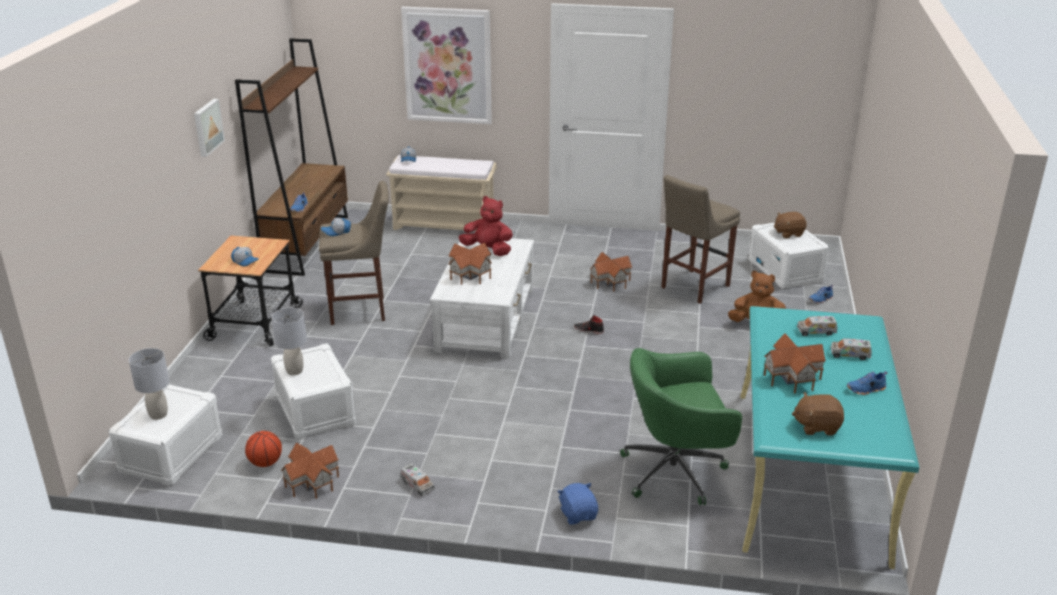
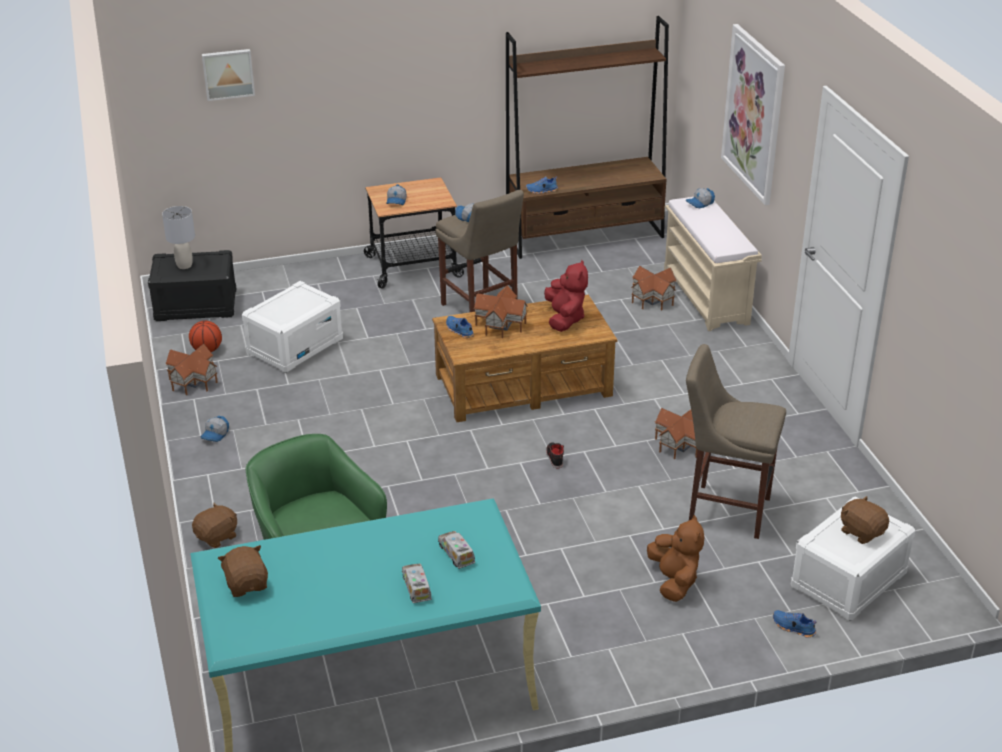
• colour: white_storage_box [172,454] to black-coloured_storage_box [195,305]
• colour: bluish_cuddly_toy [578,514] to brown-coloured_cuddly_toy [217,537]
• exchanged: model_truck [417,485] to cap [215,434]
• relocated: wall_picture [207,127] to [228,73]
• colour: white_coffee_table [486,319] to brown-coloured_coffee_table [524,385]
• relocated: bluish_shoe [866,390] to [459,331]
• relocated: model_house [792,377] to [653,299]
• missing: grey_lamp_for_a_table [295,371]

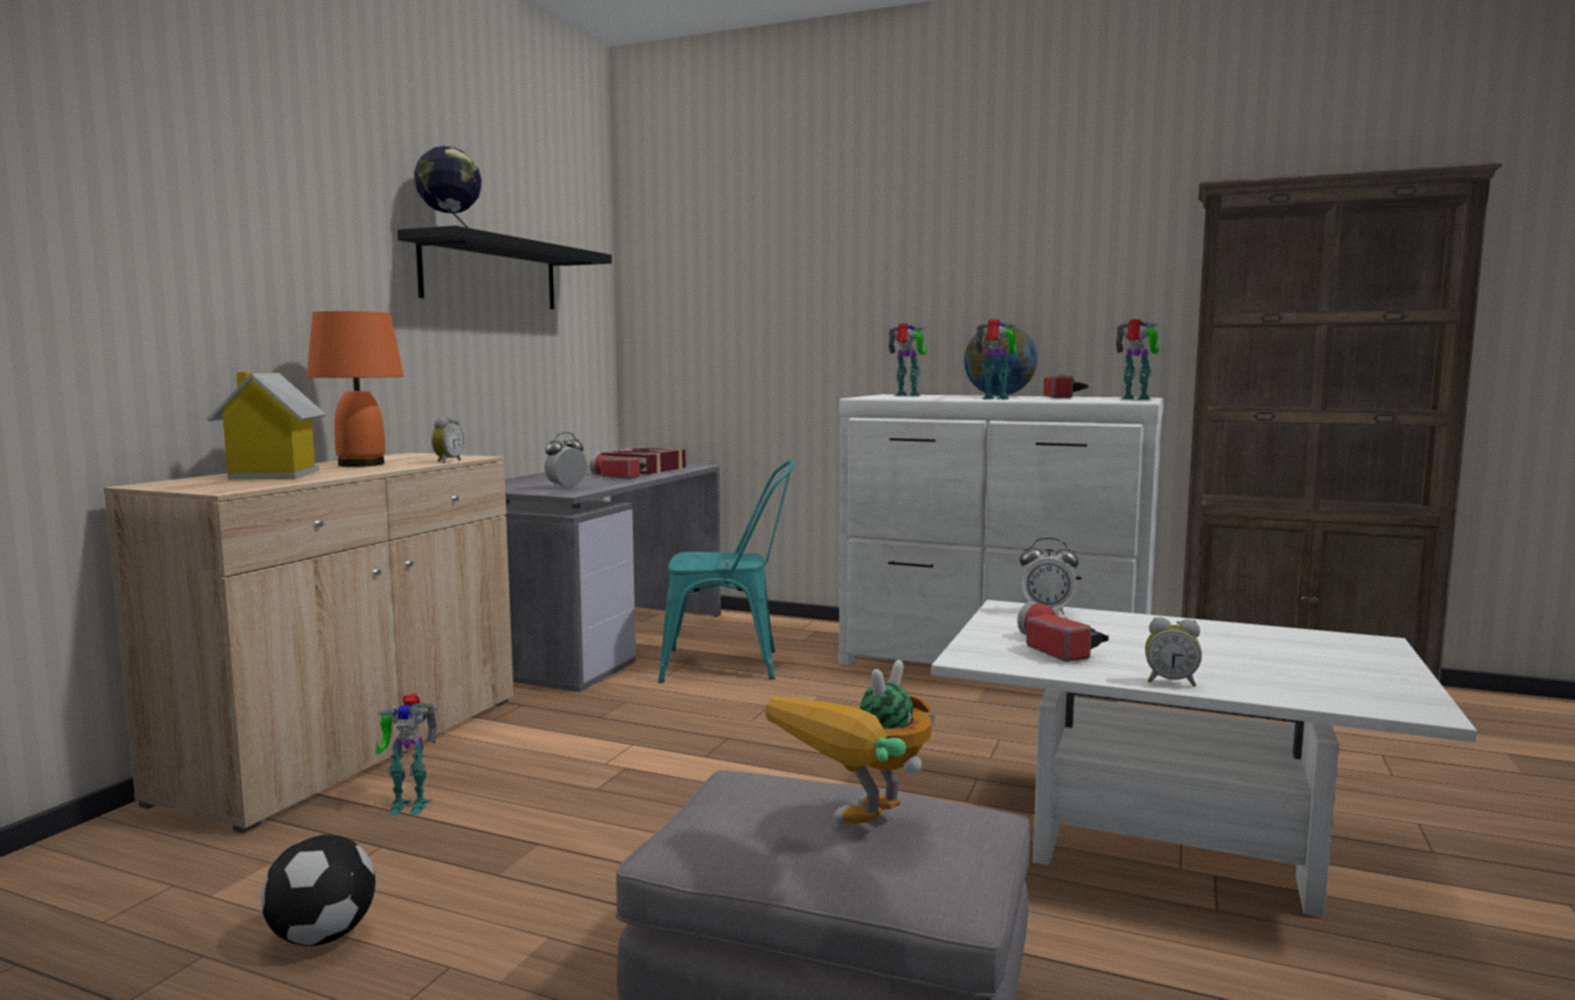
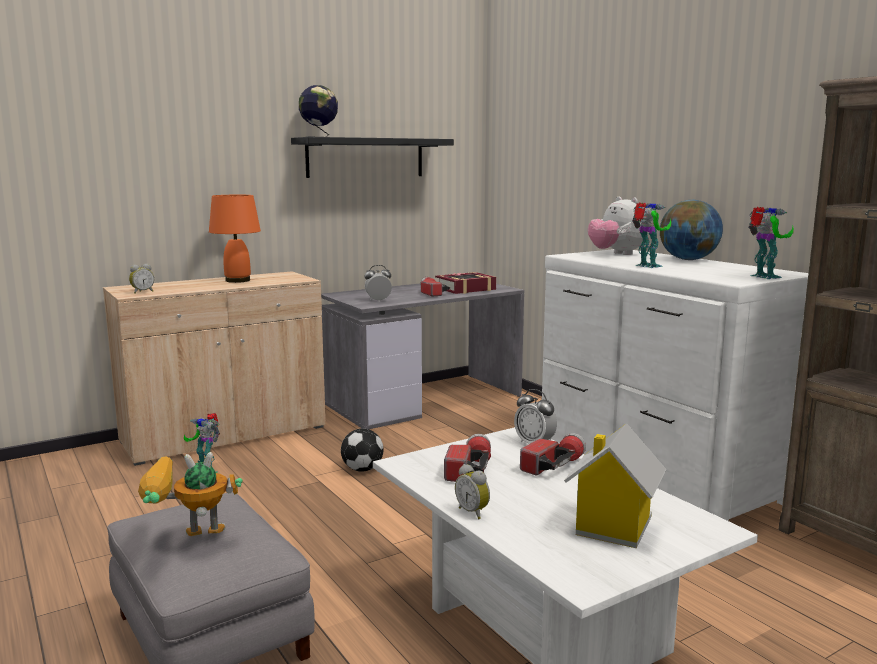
• relocated: alarm_clock [446,461] to [142,292]
• relocated: football_ball [323,935] to [363,469]
• relocated: hand_torch [1062,397] to [553,465]
• relocated: model_house [272,475] to [612,527]
• exchanged: model_robot [908,396] to cuddly_toy [617,254]
• missing: turquoise-coloured_plain_chair [731,664]

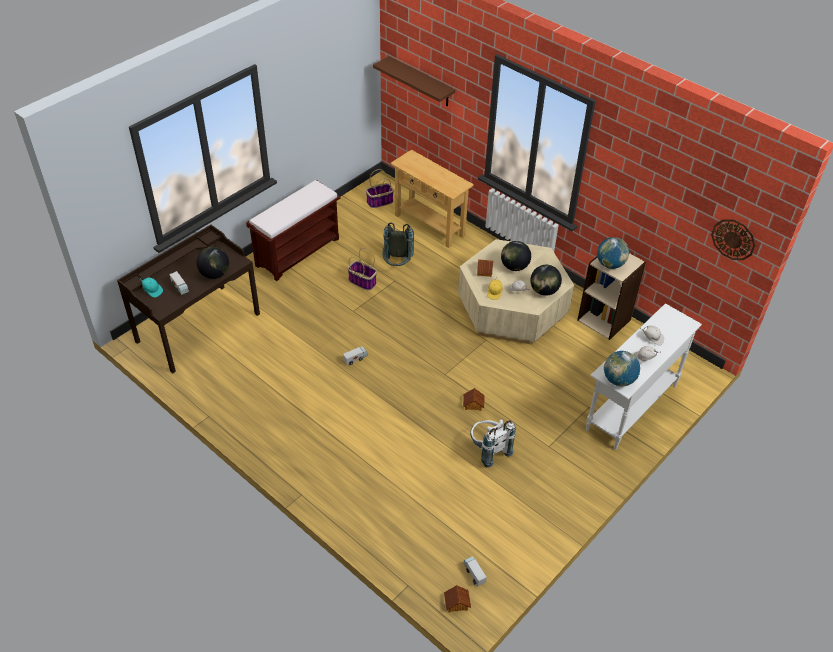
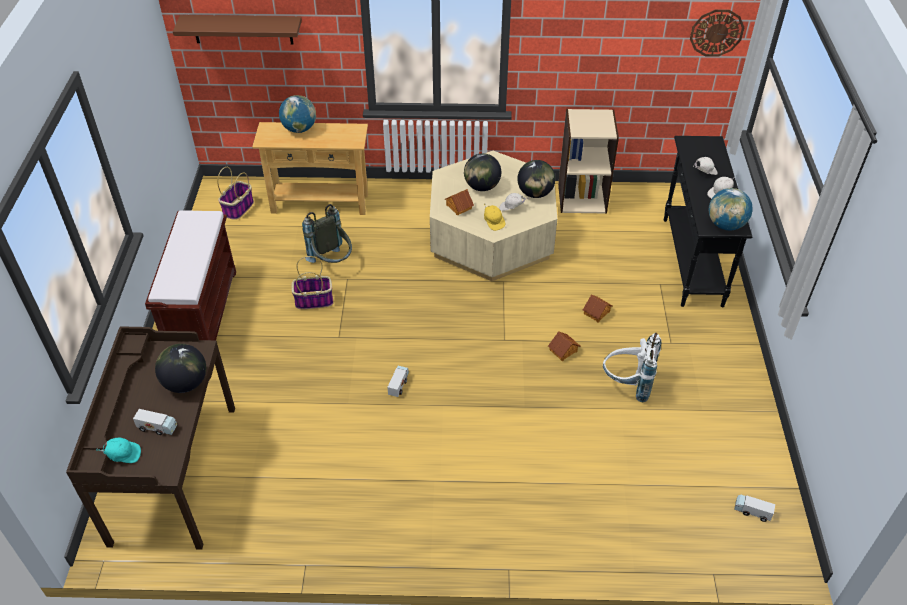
• relocated: world_globe [610,264] to [299,129]
• relocated: model_house [456,603] to [597,313]
• colour: white_narrow_table [630,407] to black-coloured_narrow_table [692,261]

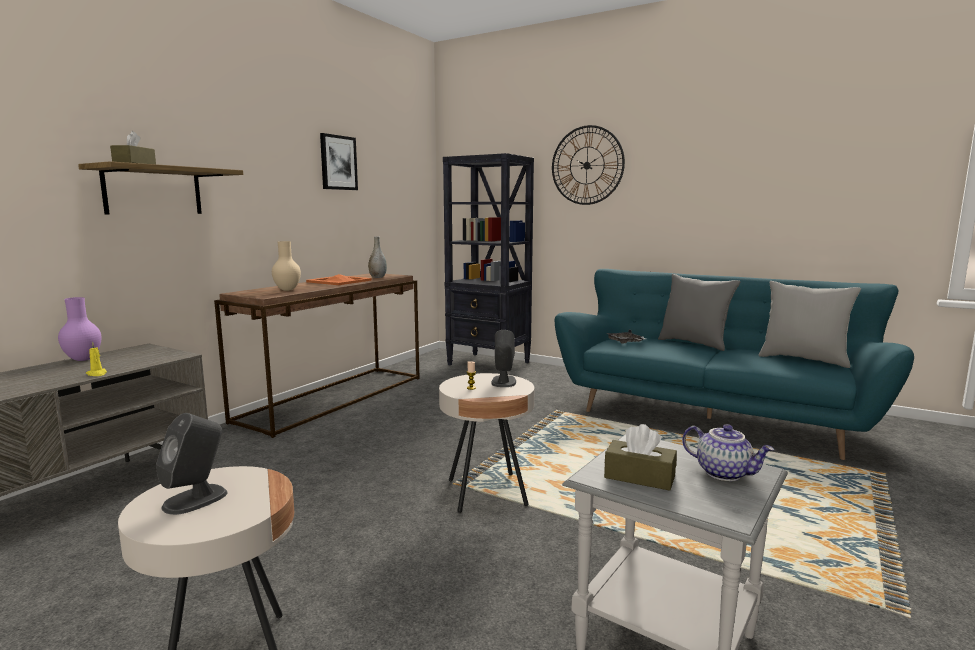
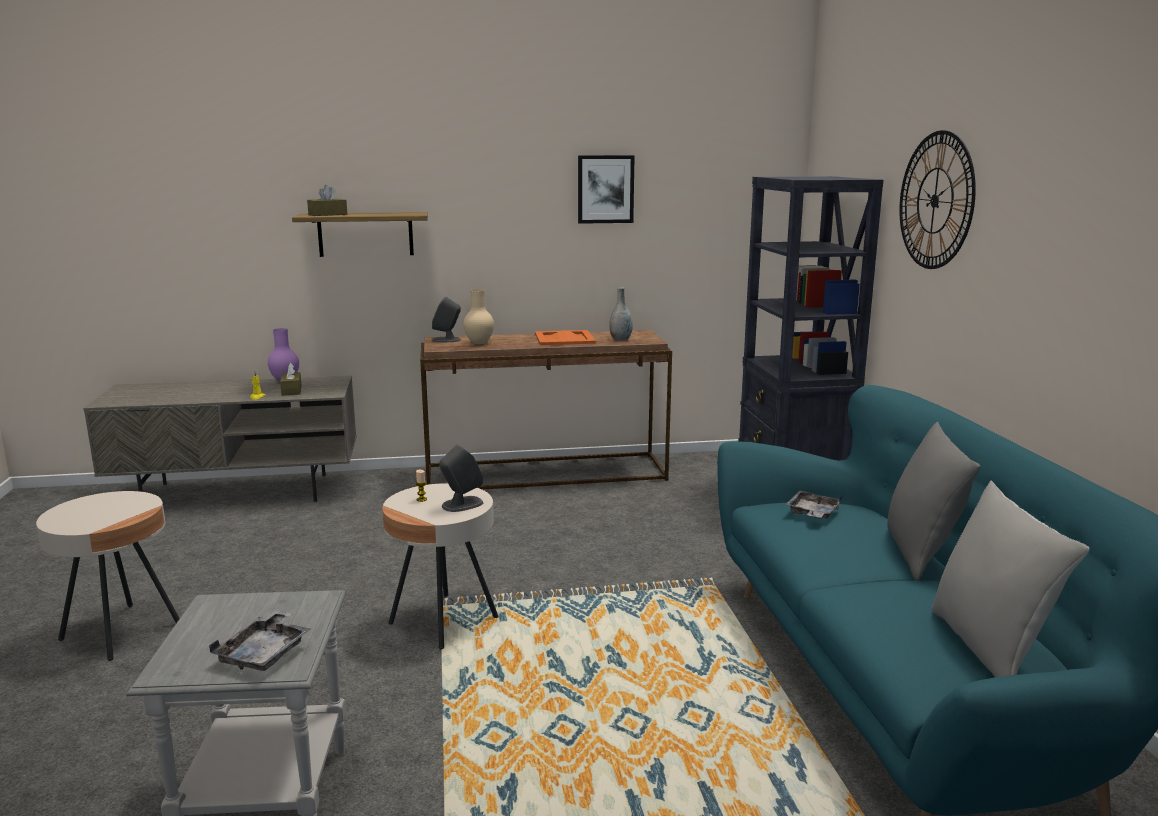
• exchanged: pot_for_tea [724,473] to grey_carrying_tray [265,653]
• relocated: brown-coloured_box_of_tissues [639,477] to [291,390]
• relocated: grey_audio_speaker [196,499] to [446,340]

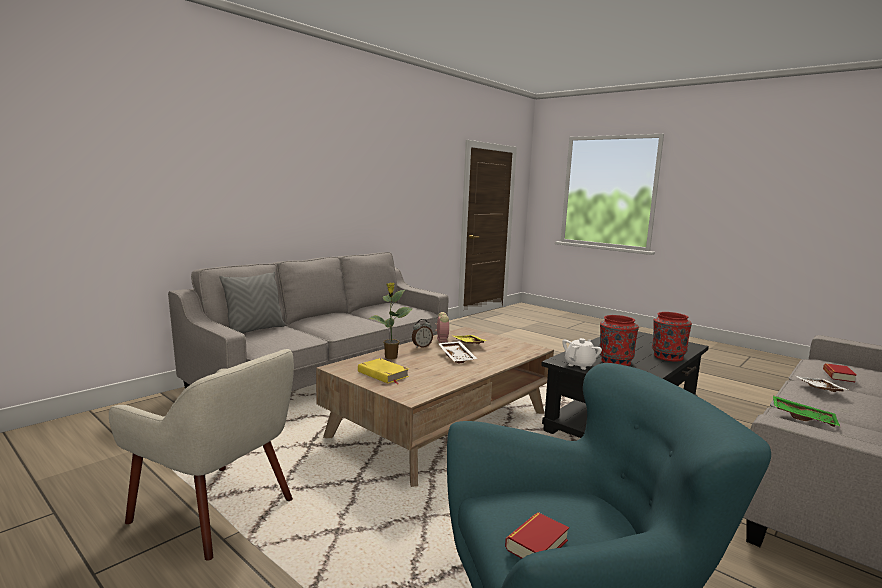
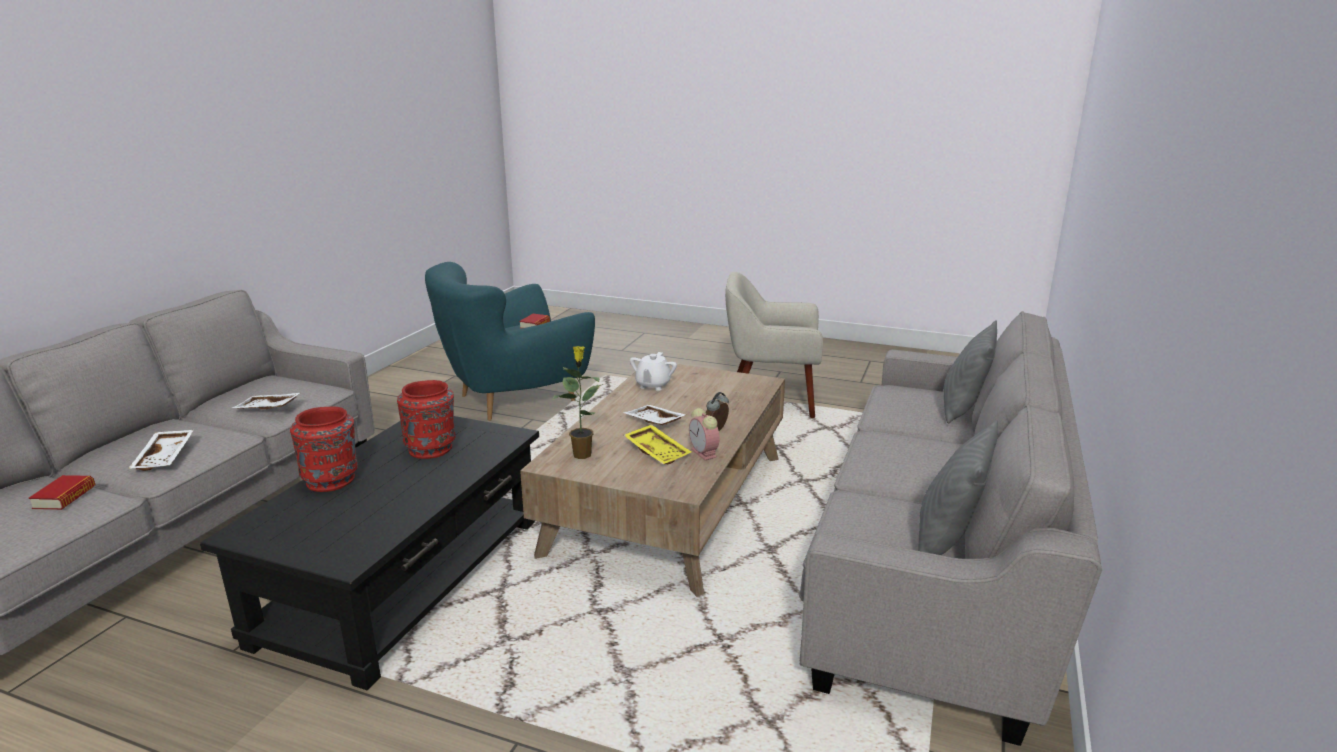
• colour: green_carrying_tray [803,417] to white_carrying_tray [267,409]
• relocated: houseplant [390,357] to [582,454]
• relocated: white_pot_for_tea [579,365] to [653,385]
• appeared: grey_cushion [947,540]
• missing: yellow_book [383,374]

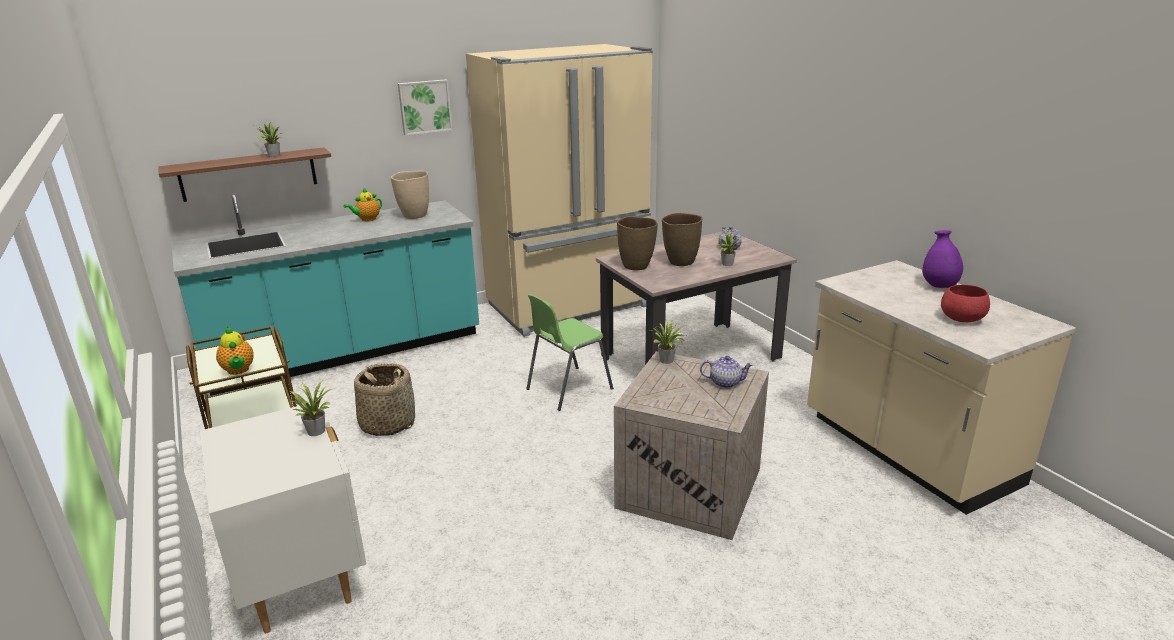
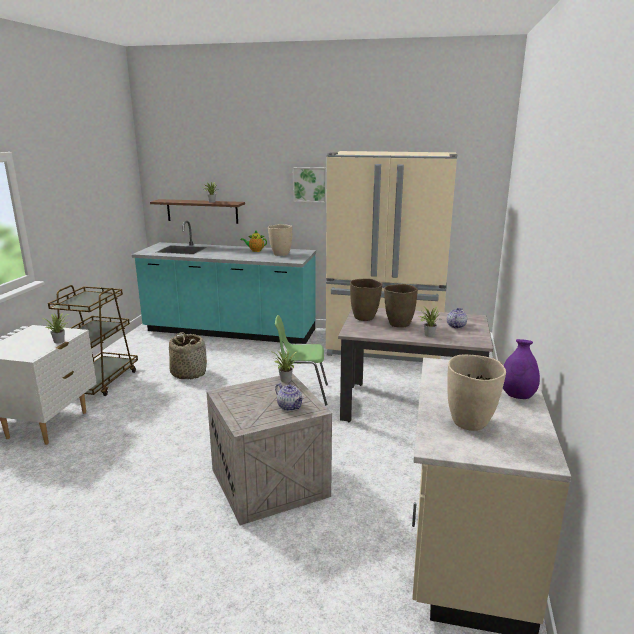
• exchanged: red-coloured_serving_bowl [961,318] to beige-coloured_flower_vase [470,423]
• missing: pot_for_tea [238,371]

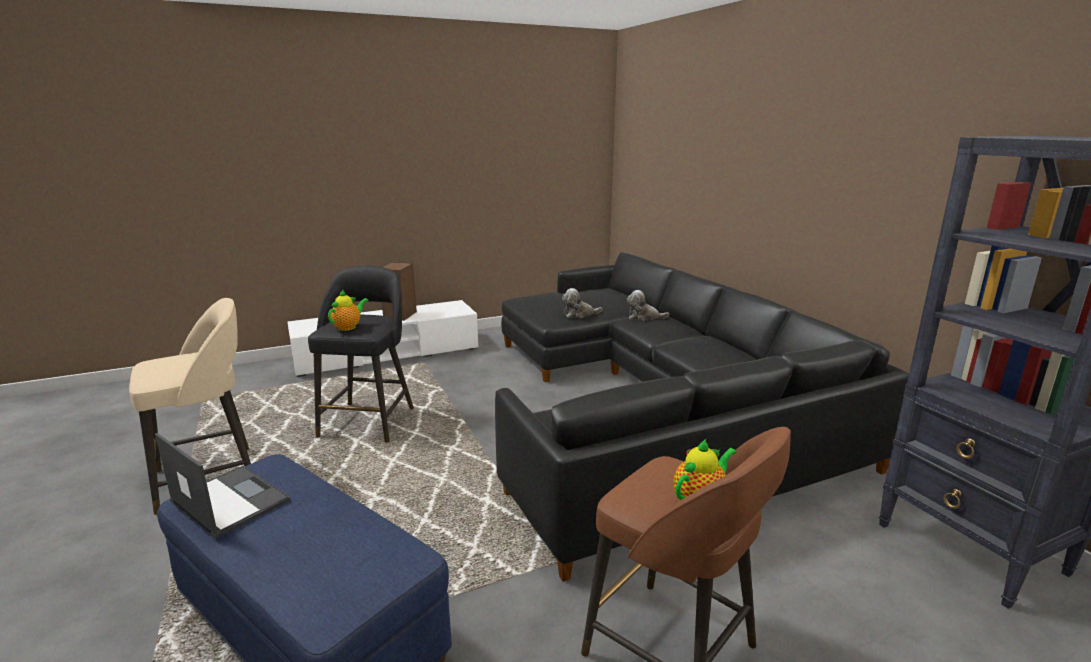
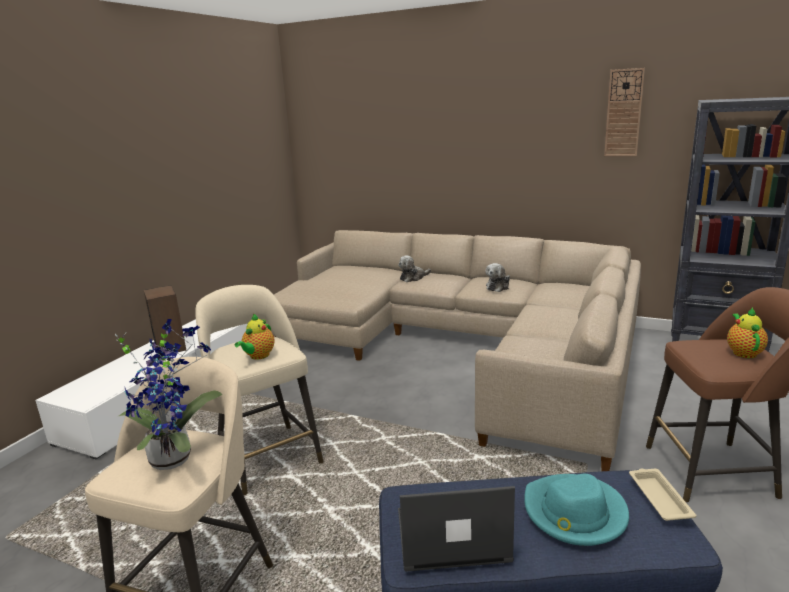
• appeared: houseplant [175,456]
• colour: black-coloured_stool [369,421] to beige-coloured_stool [267,456]
• spun: pot_for_tea [348,327] = [258,356] 150 degrees counterclockwise
• colour: black-coloured_couch [653,407] to beige-coloured_couch [464,346]
• relocated: cuddly_toy [579,314] to [498,287]
• appeared: turquoise-coloured_clothing_hat [574,513]
• appeared: hanging_clock [623,113]
• appeared: beige-coloured_carrying_tray [659,497]

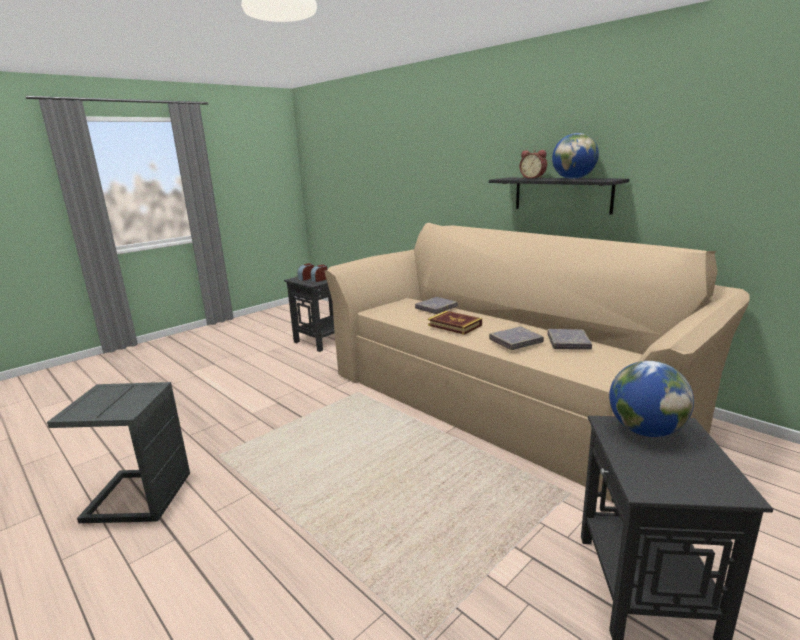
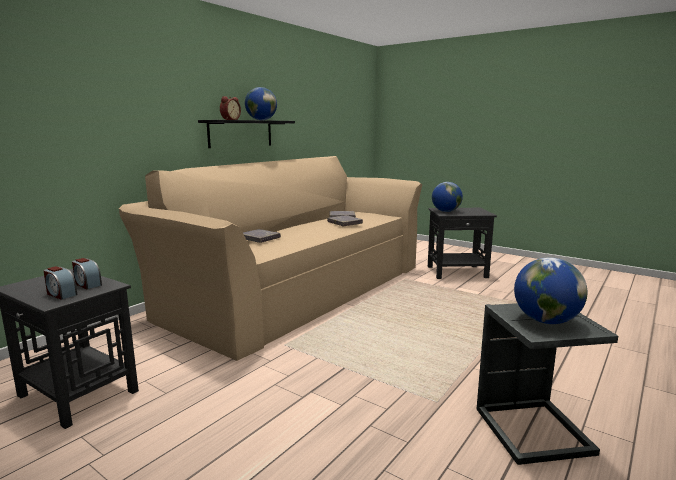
• appeared: world_globe [546,321]
• missing: book [454,325]

